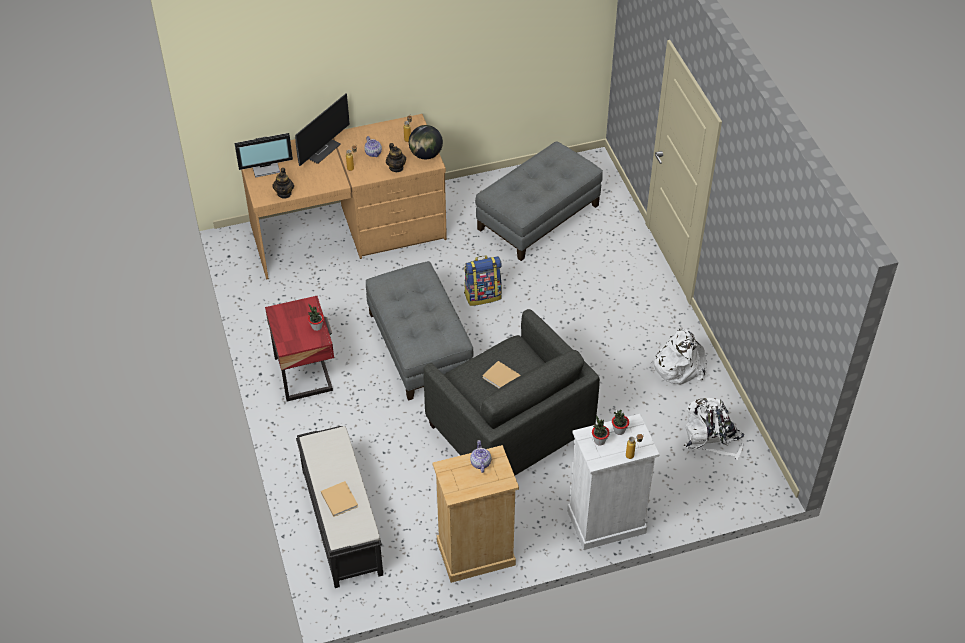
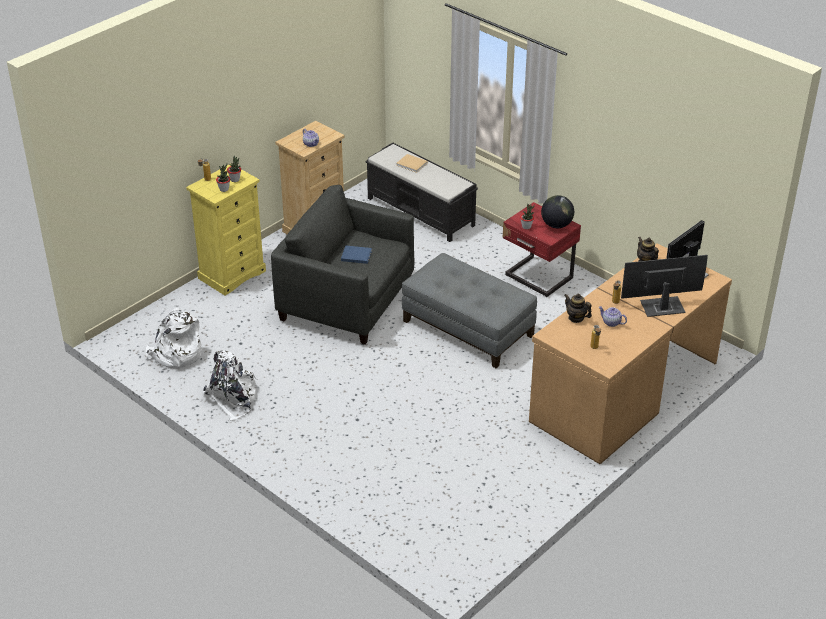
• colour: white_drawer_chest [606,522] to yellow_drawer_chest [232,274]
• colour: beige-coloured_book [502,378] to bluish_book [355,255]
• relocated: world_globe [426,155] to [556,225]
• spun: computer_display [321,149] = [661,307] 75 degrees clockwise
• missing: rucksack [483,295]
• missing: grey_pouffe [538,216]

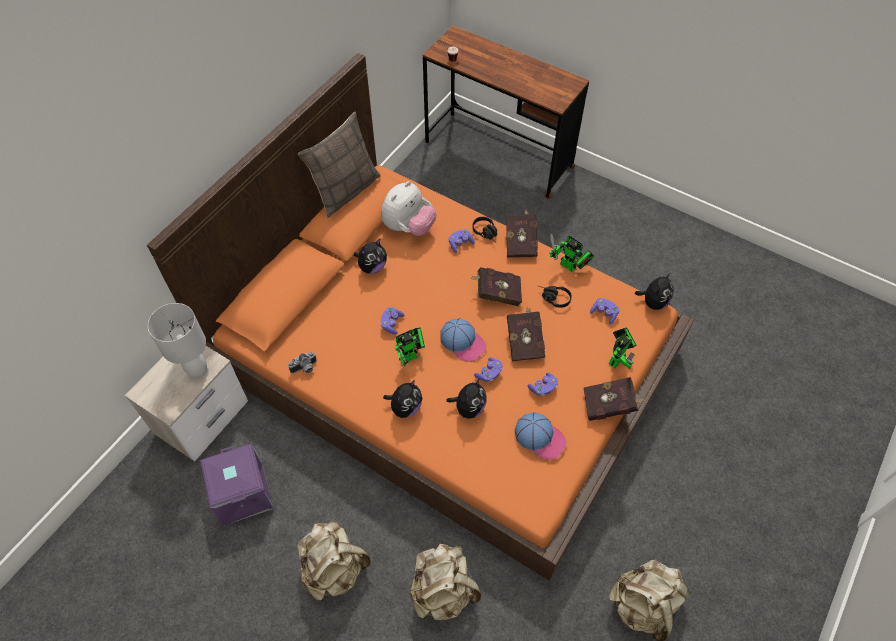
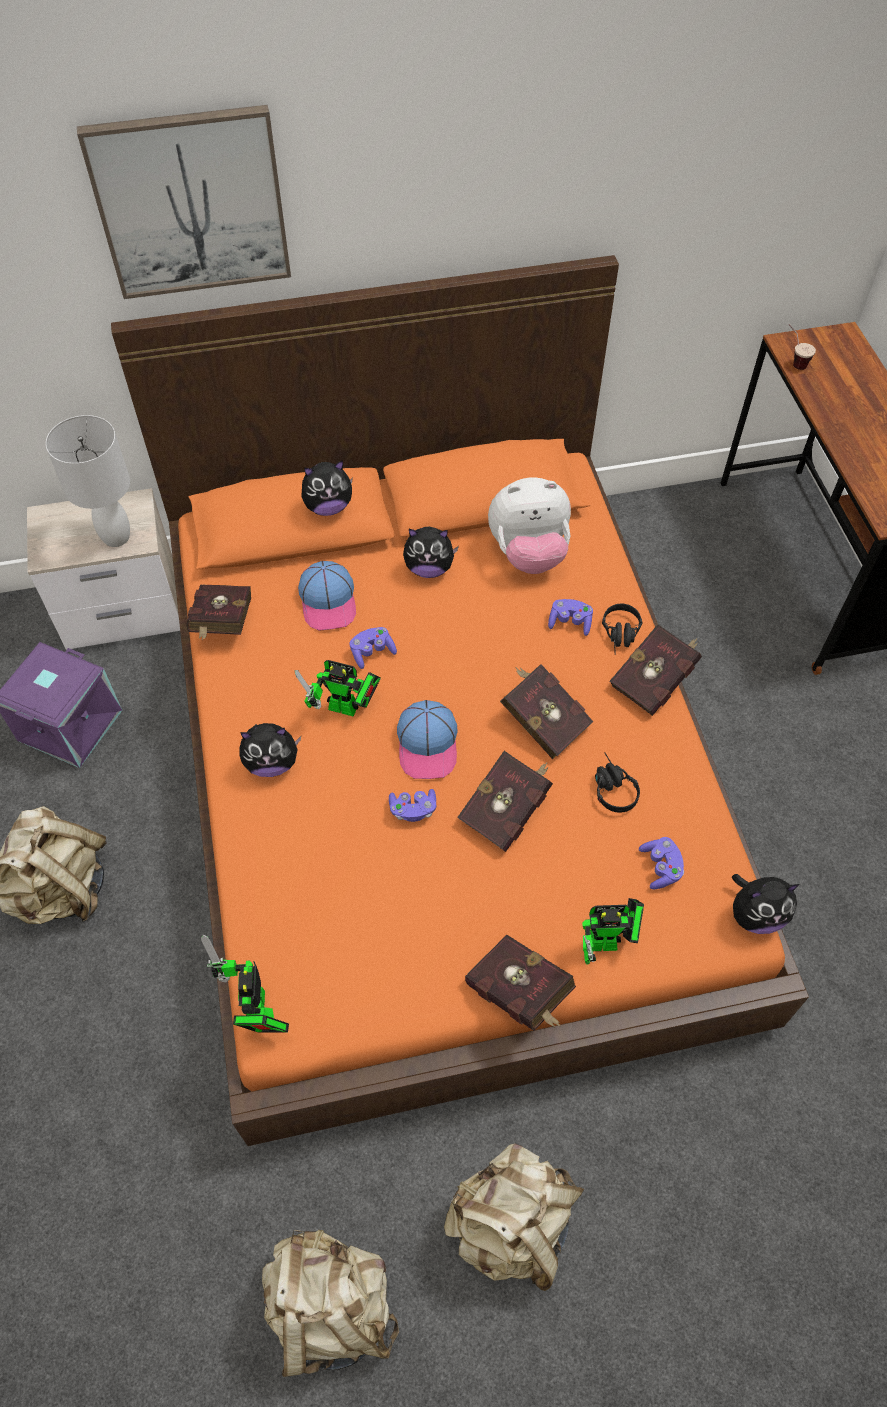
• appeared: wall_picture [191,203]
• exchanged: still_camera [305,368] to red-coloured_book [221,625]
• relocated: model_robot [570,267] to [256,1012]
• relocated: cap [540,437] to [328,601]
• relocated: cuddly_toy [469,408] to [328,507]
• relocated: beige-coloured_rucksack [443,589] to [513,1223]
• missing: cushion [346,190]
• missing: purplish_joypad [543,388]

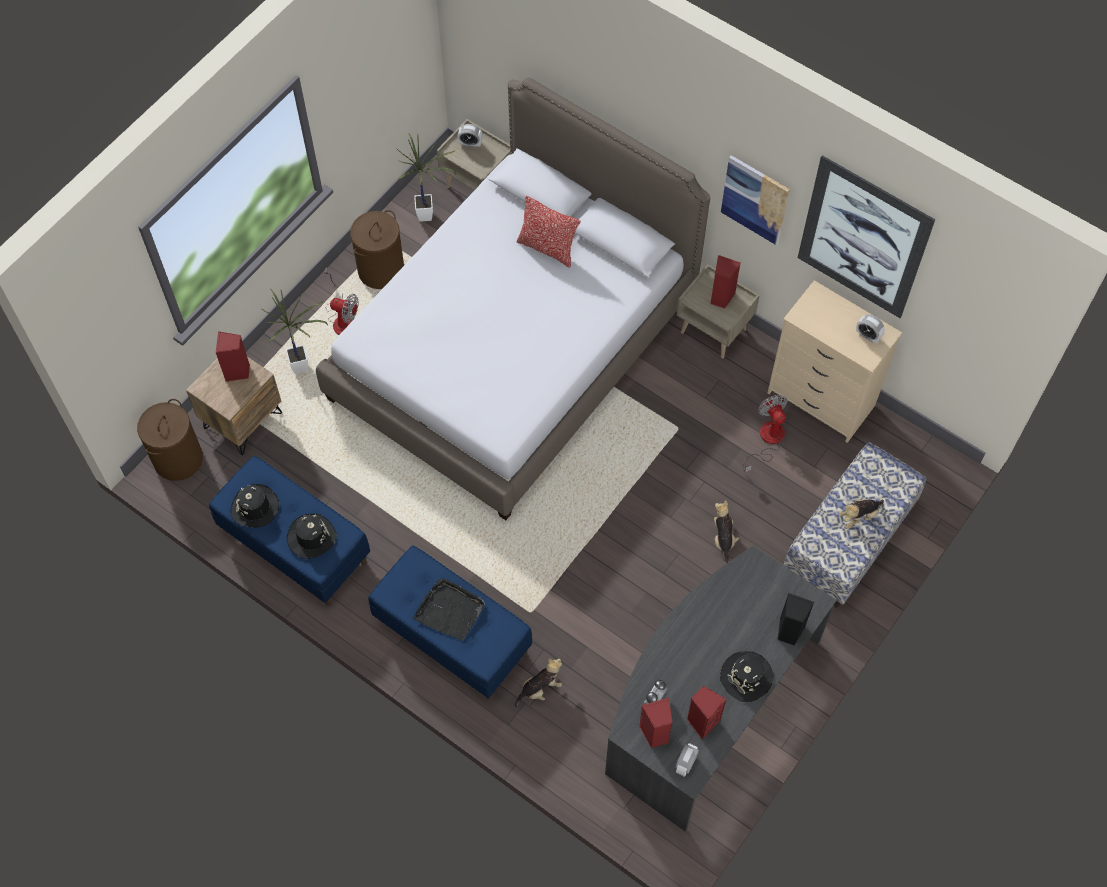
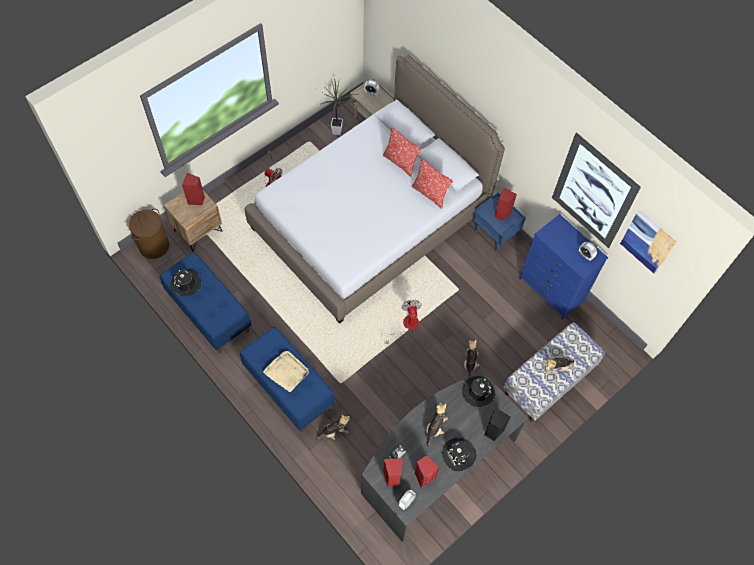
• colour: black-coloured_carrying_tray [450,610] to beige-coloured_carrying_tray [287,372]
• relocated: electric_fan [767,440] to [406,326]
• appeared: cushion [430,194]
• appeared: cuddly_toy [435,427]
• relocated: black-coloured_clothing_hat [311,537] to [478,392]
• colour: beige-coloured_bedside_table [714,330] to bluish_bedside_table [495,234]
• colour: beige-coloured_drawer_chest [820,399] to bluish_drawer_chest [551,290]
• relocated: wall_picture [755,199] to [648,242]
• missing: houseplant [304,368]
• missing: brown-coloured_laundry_basket [381,269]

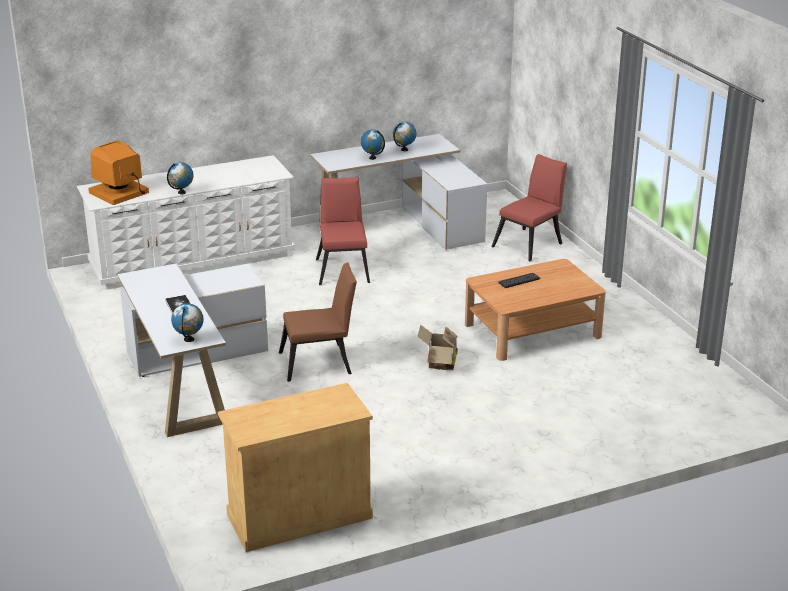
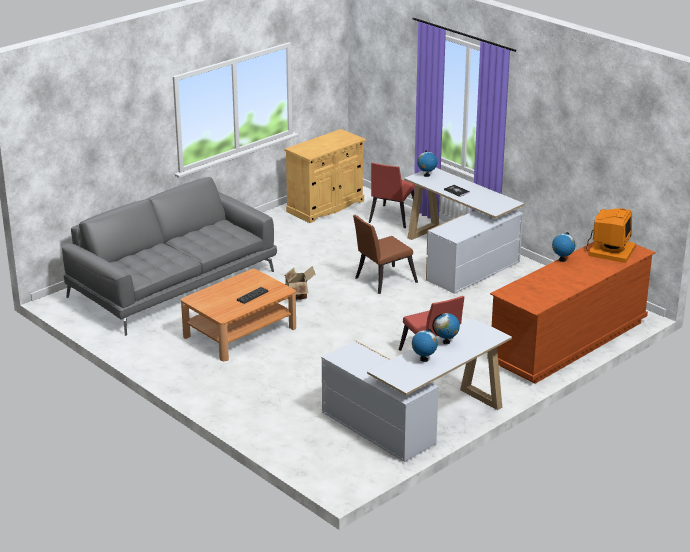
• appeared: grey_couch [174,284]
• relocated: red-coloured_plain_chair [530,244] to [392,218]
• colour: white_drawer_chest [192,260] to brown-coloured_drawer_chest [568,342]

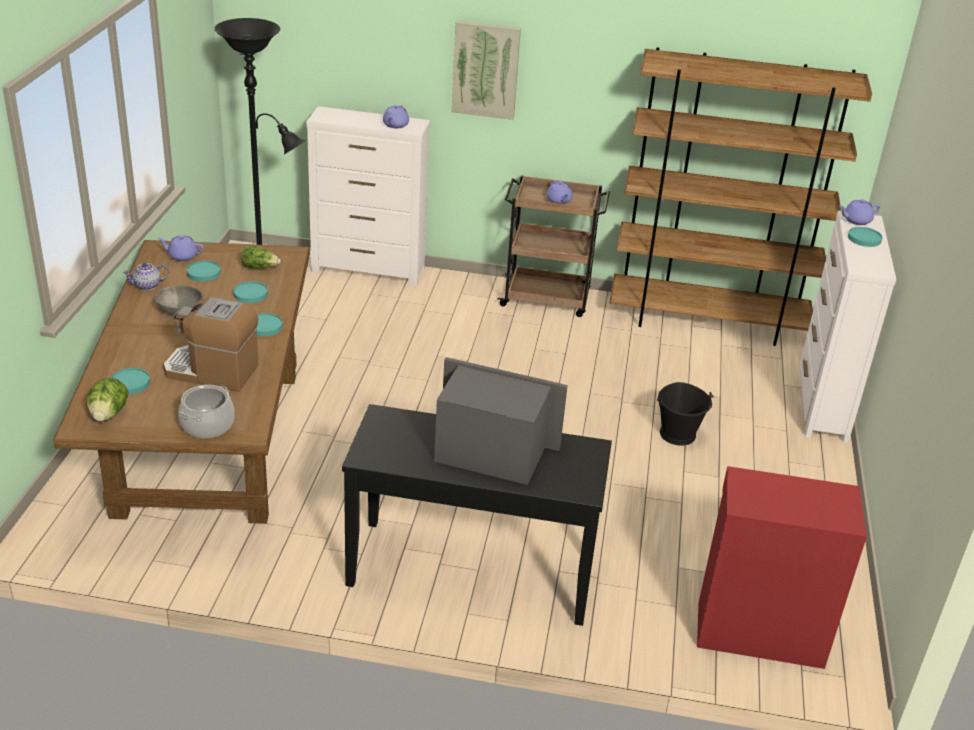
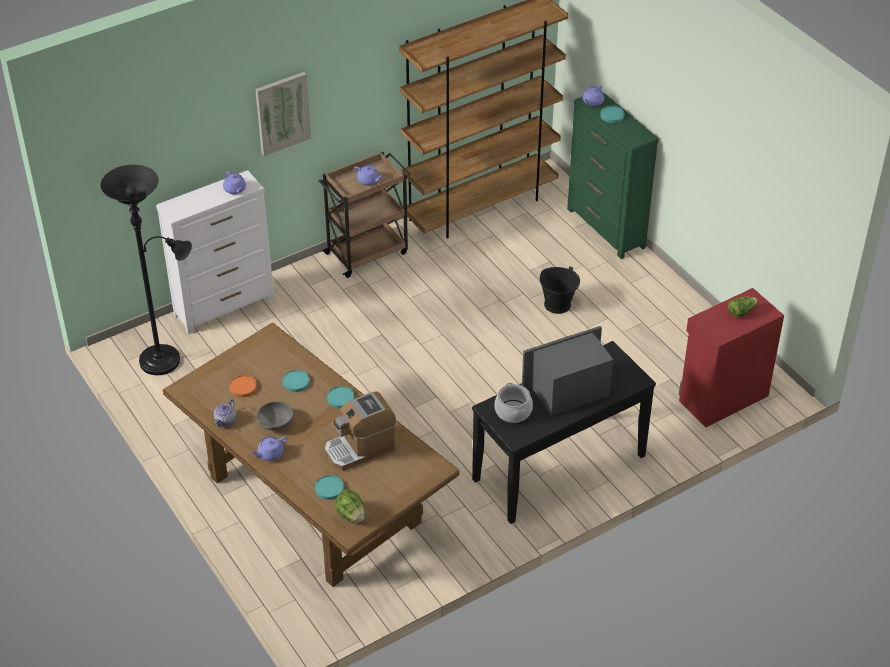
• colour: turquoise-coloured_plate [204,273] to orange-coloured_plate [243,387]
• relocated: purplish_pot_for_tea [182,256] to [270,454]
• relocated: cooking_pot [207,425] to [513,411]
• colour: white_drawer_chest [822,404] to green_drawer_chest [606,228]
• relocated: lettuce_head [259,267] to [741,312]

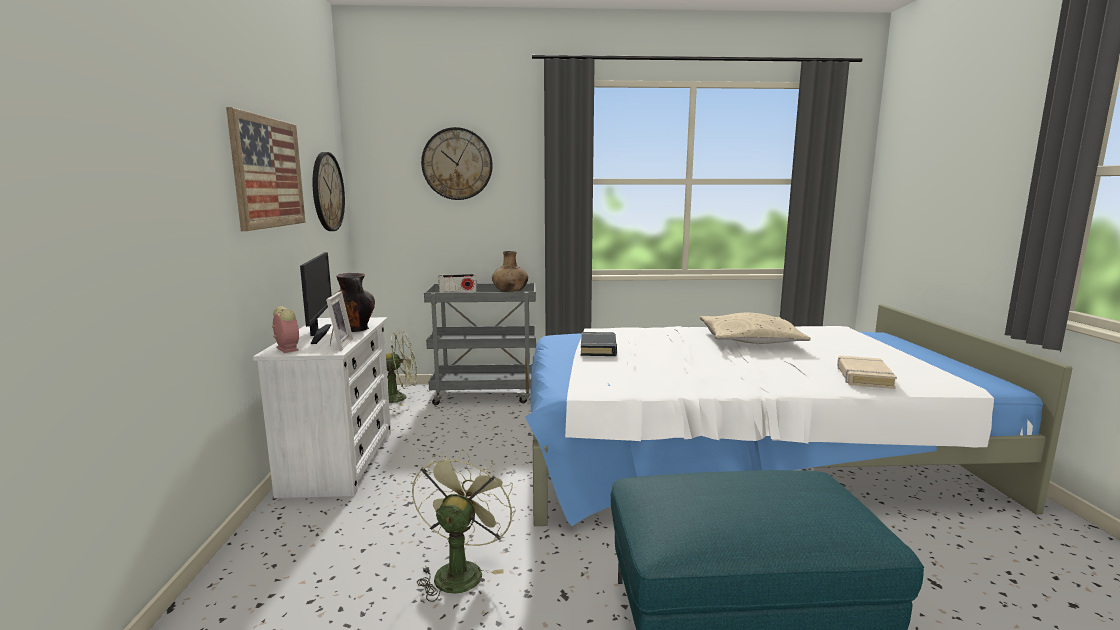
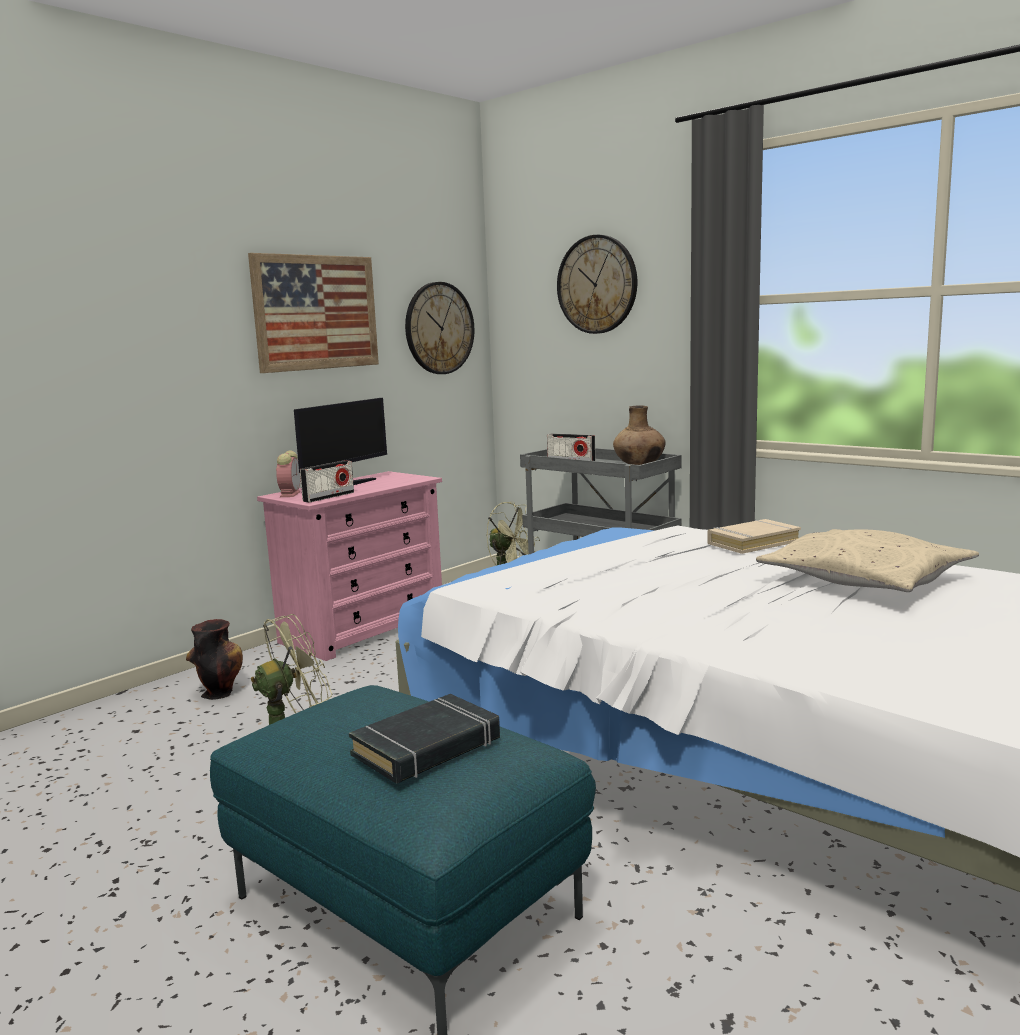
• relocated: flower_vase [355,328] to [218,692]
• colour: white_drawer_chest [339,461] to pink-coloured_drawer_chest [364,629]
• exchanged: picture_frame [338,345] to radio [328,497]
• relocated: black-coloured_book [598,348] to [427,747]
• relocated: beige-coloured_book [863,377] to [752,542]

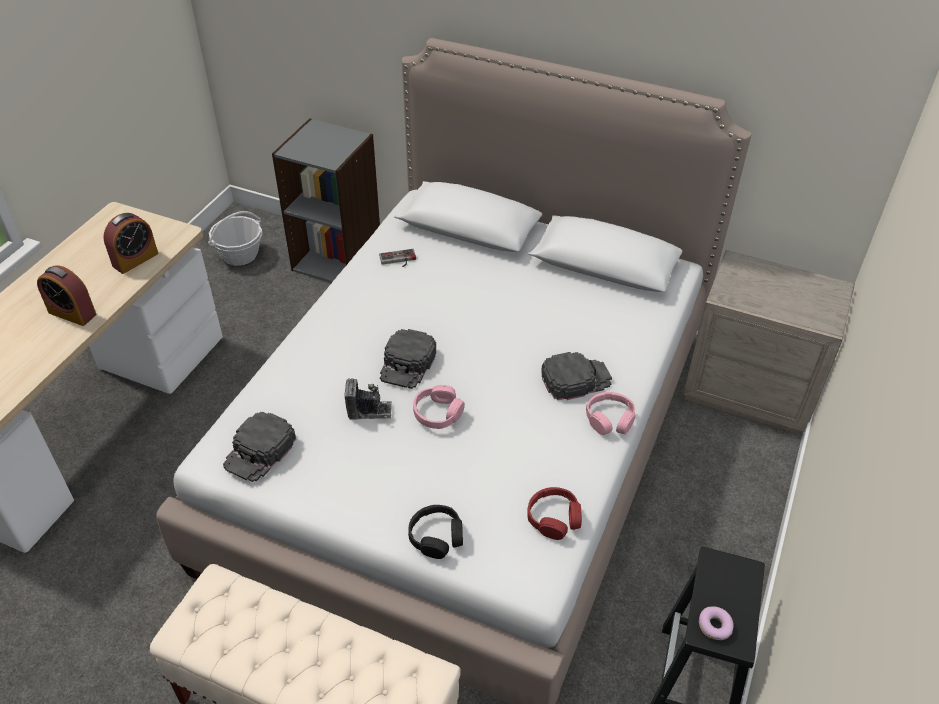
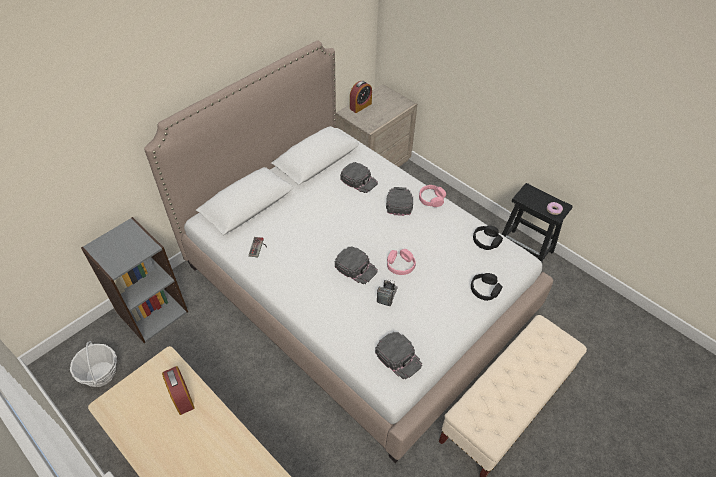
• appeared: black-coloured_cap [359,180]
• relocated: alarm_clock [72,313] to [360,106]
• colour: red-coloured_headset [554,518] to black-coloured_headset [486,241]

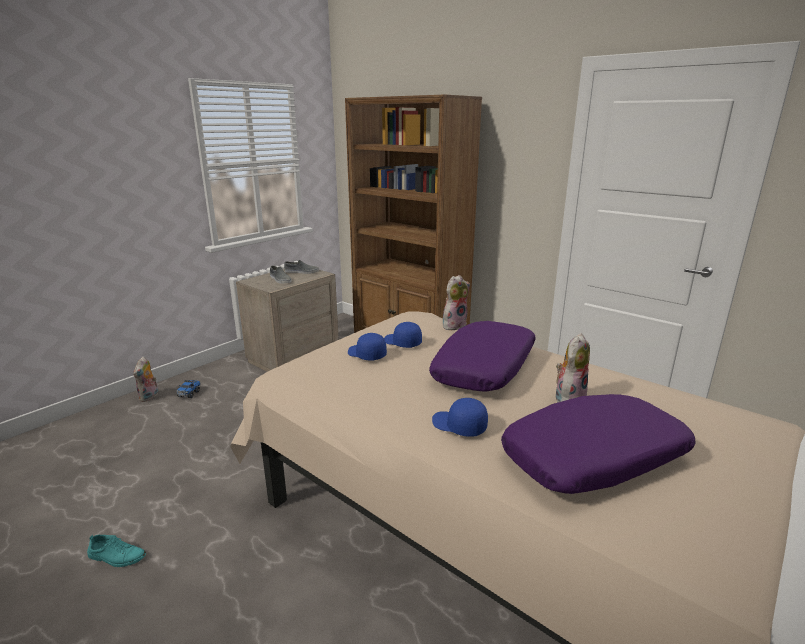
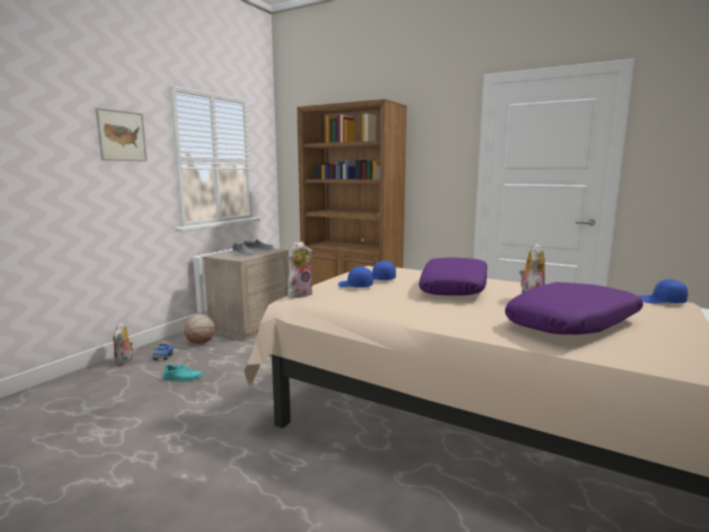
• appeared: wall_picture [121,136]
• relocated: turquoise-coloured_shoe [117,556] to [182,378]
• appeared: basketball [201,343]
• relocated: cuddly_toy [454,325] to [300,294]
• relocated: bluish_cap [458,426] to [661,301]

